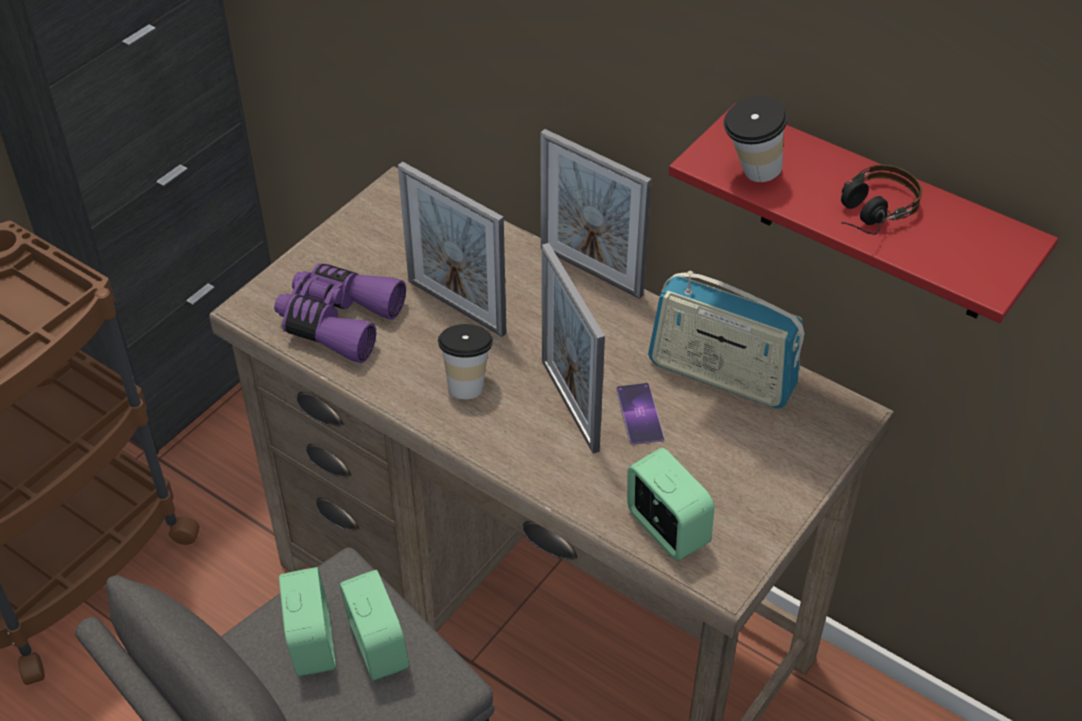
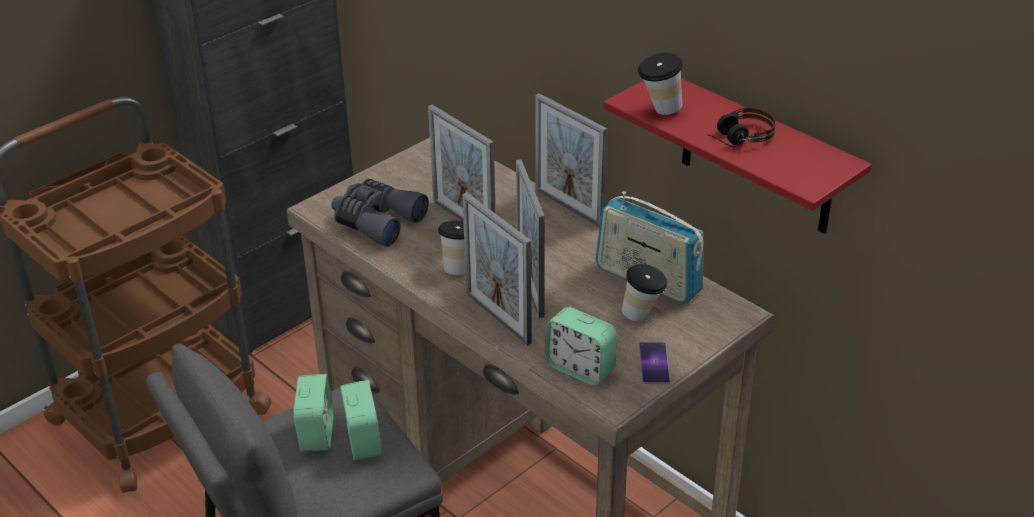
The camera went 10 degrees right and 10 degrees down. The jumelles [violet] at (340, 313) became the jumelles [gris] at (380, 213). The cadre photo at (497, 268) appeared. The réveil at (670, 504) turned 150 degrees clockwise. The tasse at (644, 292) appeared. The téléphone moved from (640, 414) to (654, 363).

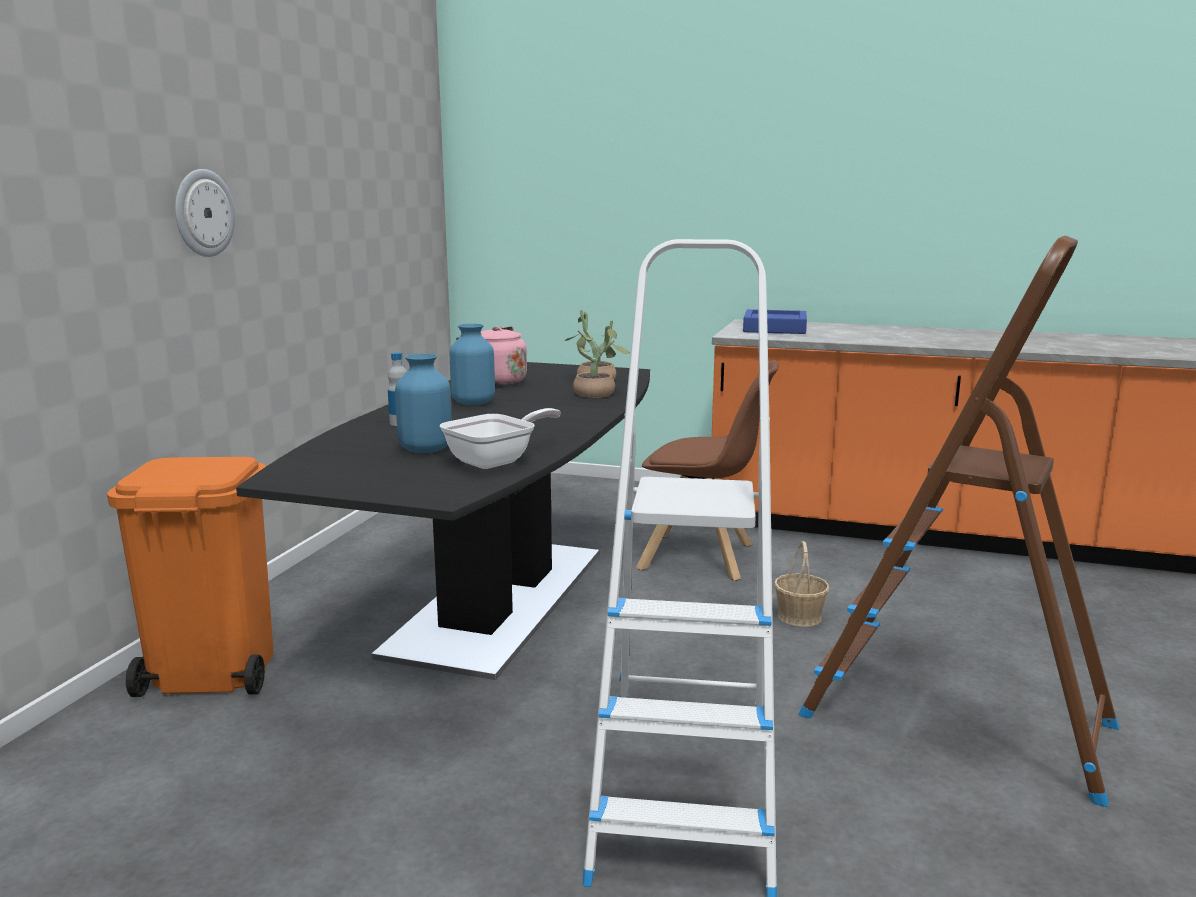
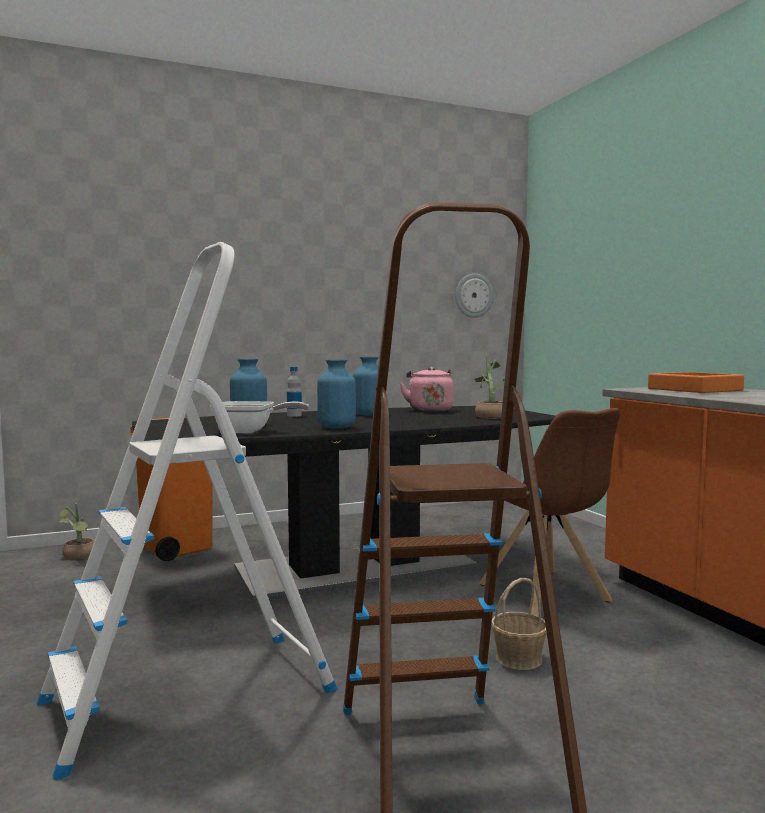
The camera went 50 degrees right and 10 degrees down. The plante en pot moved from (601, 359) to (76, 531). The vase [bleu] at (336, 394) appeared. The horloge murale moved from (205, 213) to (474, 295). The plateau [bleu] at (775, 321) became the plateau [orange] at (696, 382).

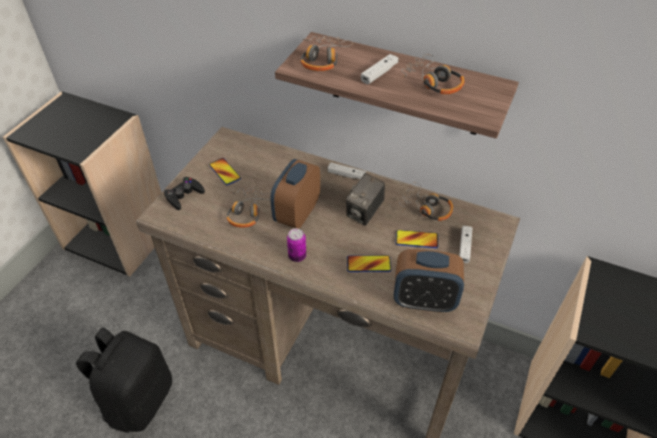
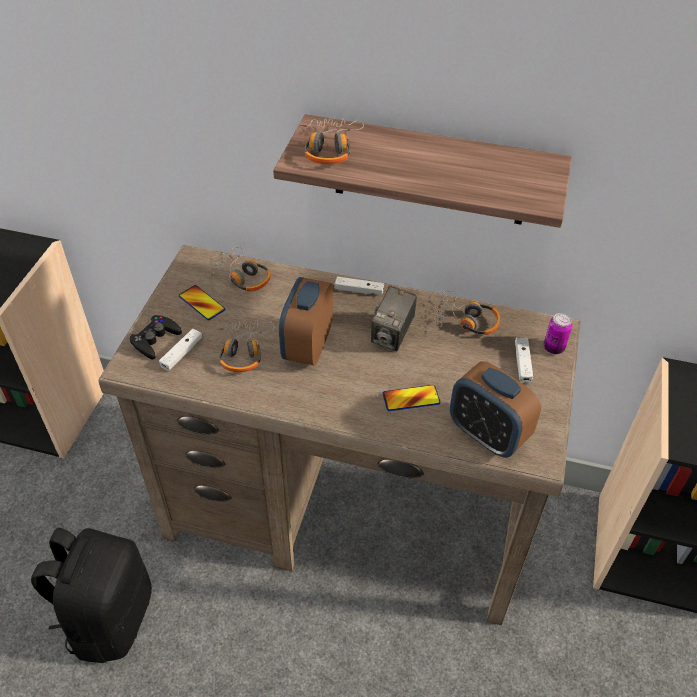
The camera went 10 degrees left and 0 degrees up. The manette [blanc] moved from (380, 69) to (181, 350). The casque audio moved from (433, 74) to (240, 269). The réveil at (429, 281) turned 45 degrees clockwise. The boîte métallique moved from (296, 245) to (558, 333). The téléphone at (417, 239) disappeared.

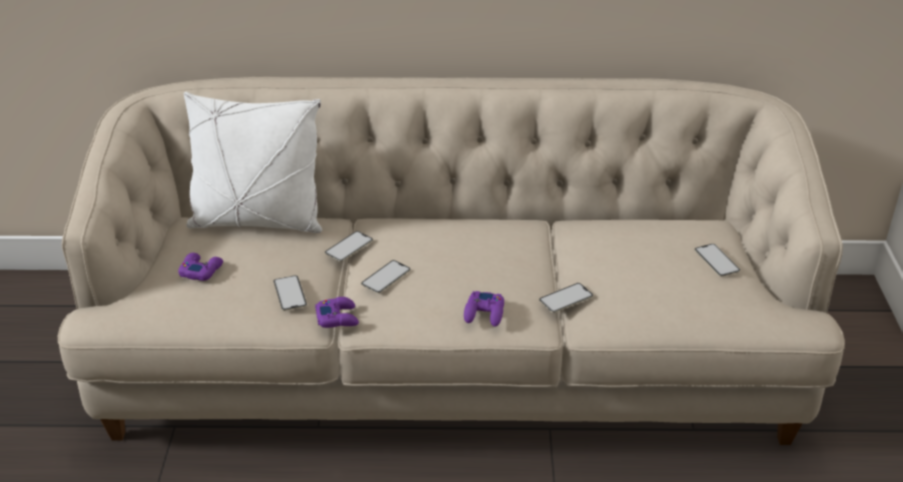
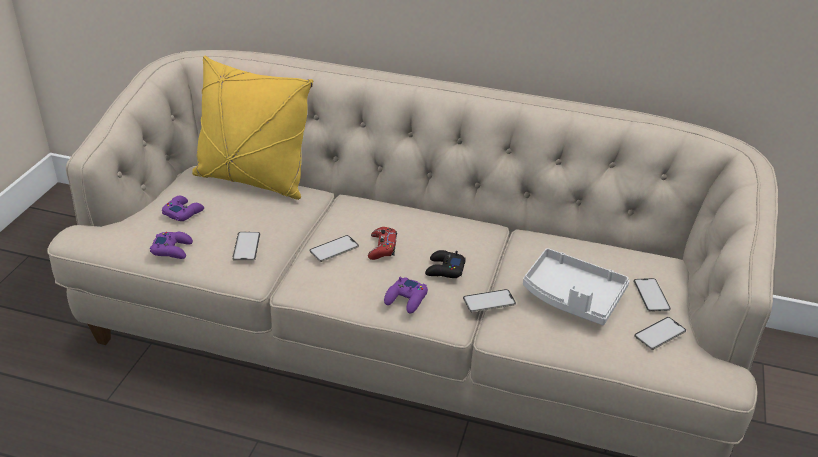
The camera went 15 degrees right and 0 degrees up. The manette [violet] moved from (337, 312) to (171, 245). The coussin [blanc] at (253, 162) became the coussin [jaune] at (252, 128). The manette [rouge] at (382, 243) appeared. The manette [noir] at (445, 264) appeared. The plateau [gris] at (576, 286) appeared. The téléphone moved from (349, 246) to (660, 333).

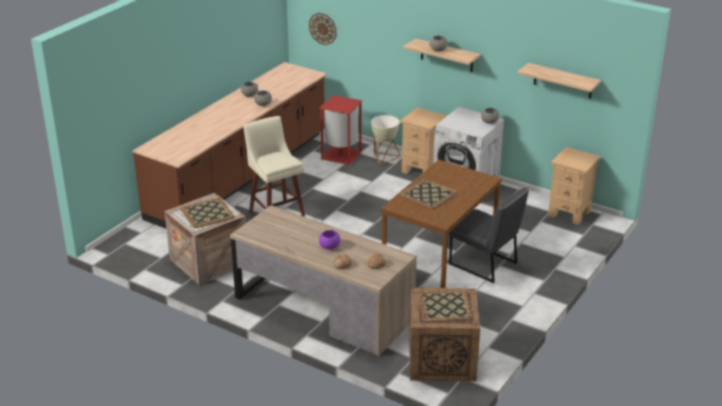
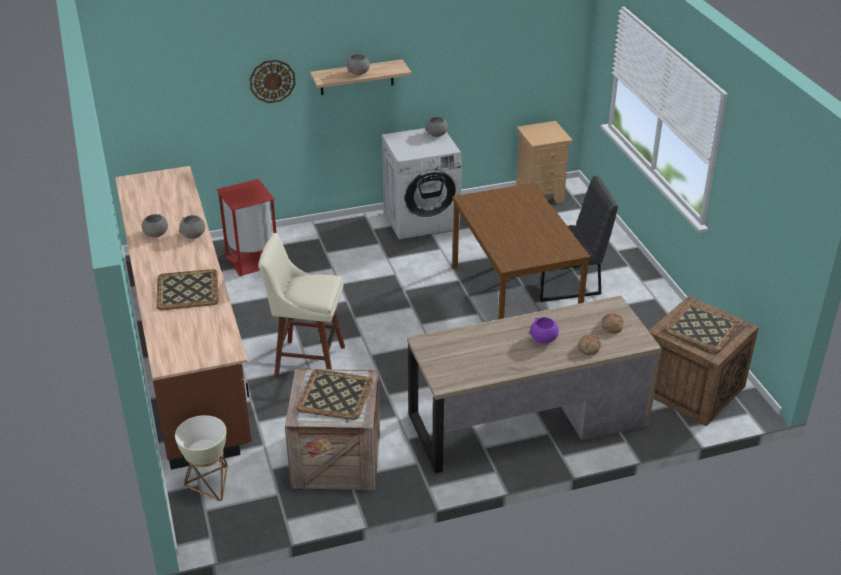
The camera went 50 degrees left and 5 degrees up. The plateau moved from (428, 194) to (187, 289). The cache-pot moved from (386, 140) to (201, 458). The horloge murale moved from (322, 29) to (272, 81). The table de chevet [beige] at (423, 141) disappeared. The étagère at (559, 81) disappeared.

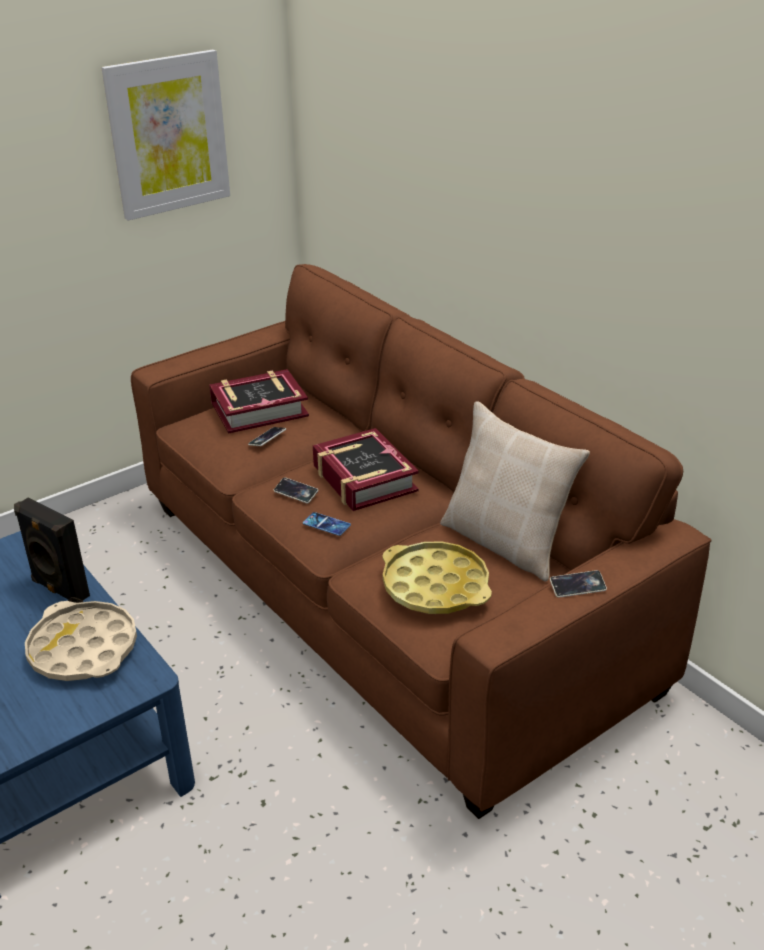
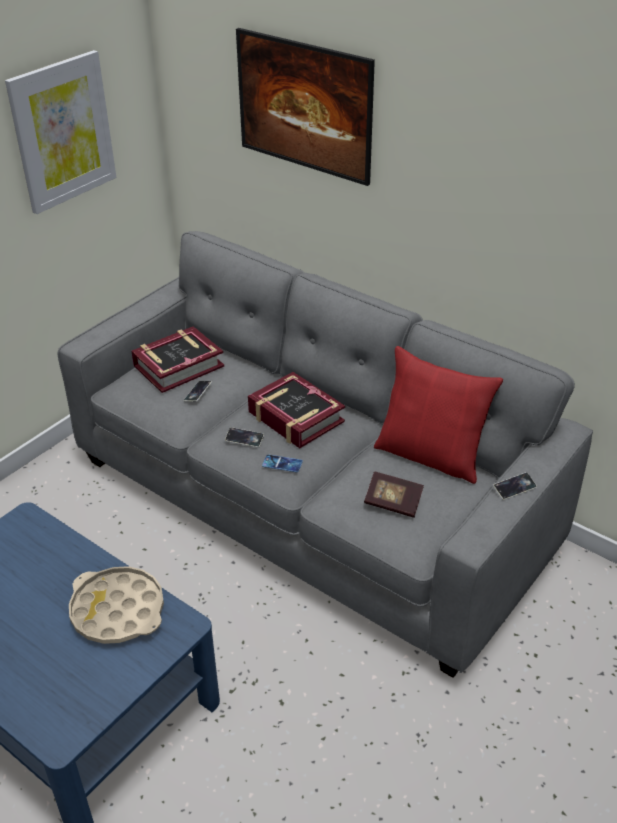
The camera went 15 degrees left and 5 degrees up. The canapé [marron] at (421, 541) became the canapé [gris] at (325, 454). The tableau at (305, 107) appeared. The plateau [jaune] at (437, 578) was replaced by the livre at (394, 494). The coussin [beige] at (515, 491) became the coussin [rouge] at (438, 415). The enceinte [noir] at (52, 550) disappeared.

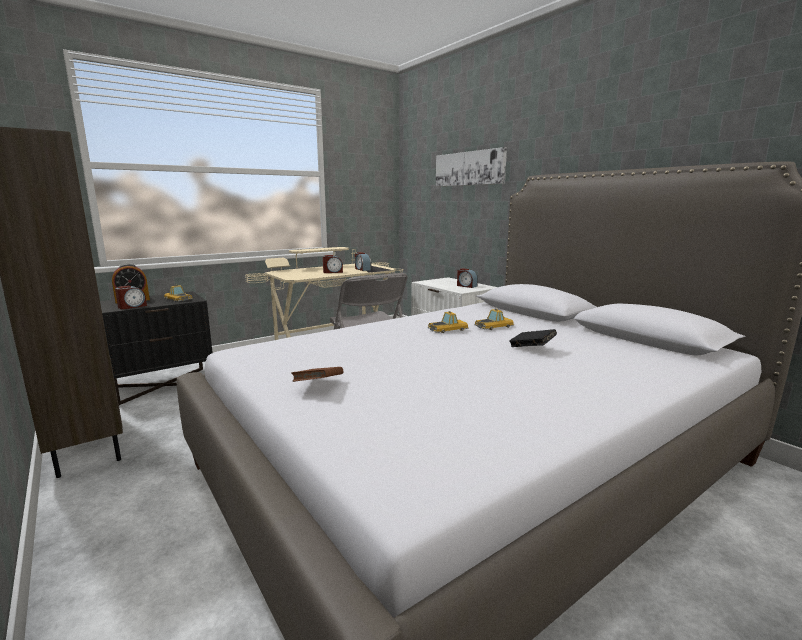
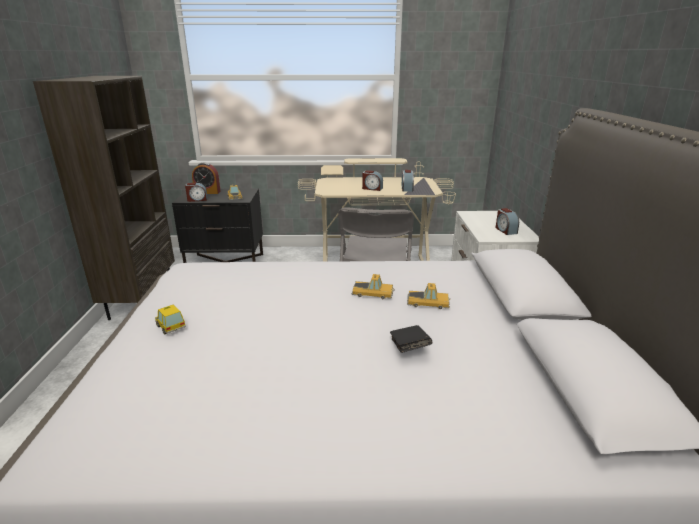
The camera went 35 degrees right and 10 degrees up. The livre [marron] at (317, 374) was replaced by the petite voiture at (170, 319). The tableau at (471, 166) disappeared.

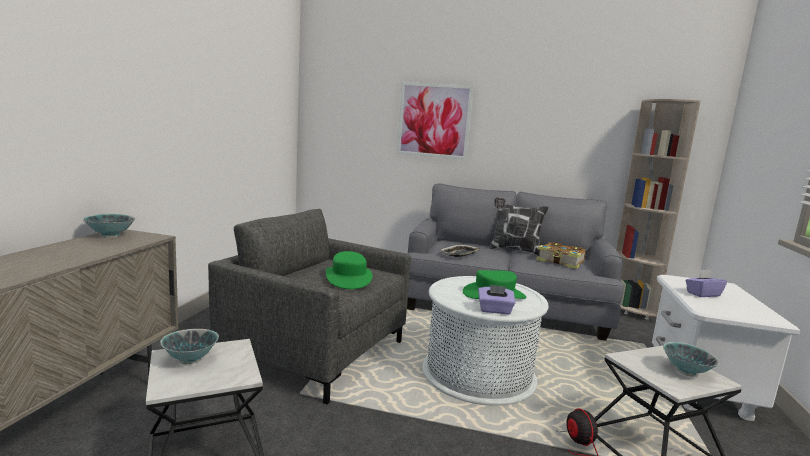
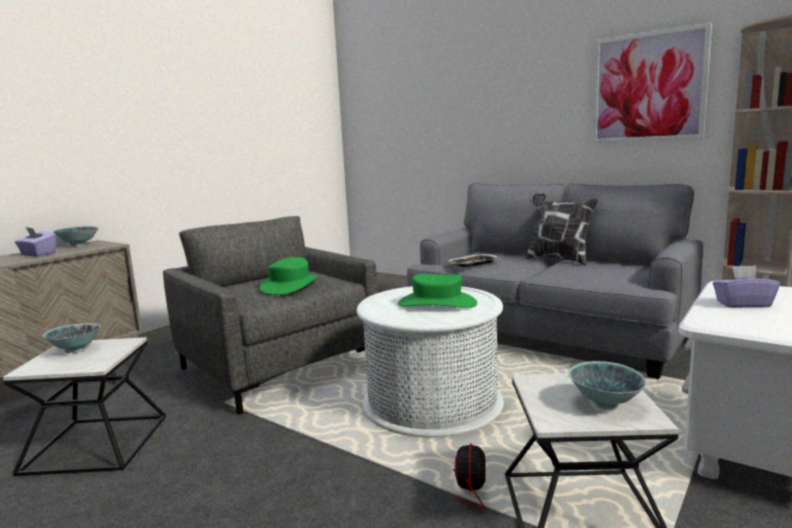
The camera went 25 degrees right and 0 degrees up. The boîte à mouchoirs [violet] moved from (496, 299) to (35, 241). The tableau moved from (435, 121) to (652, 83). The livre at (561, 255) disappeared.

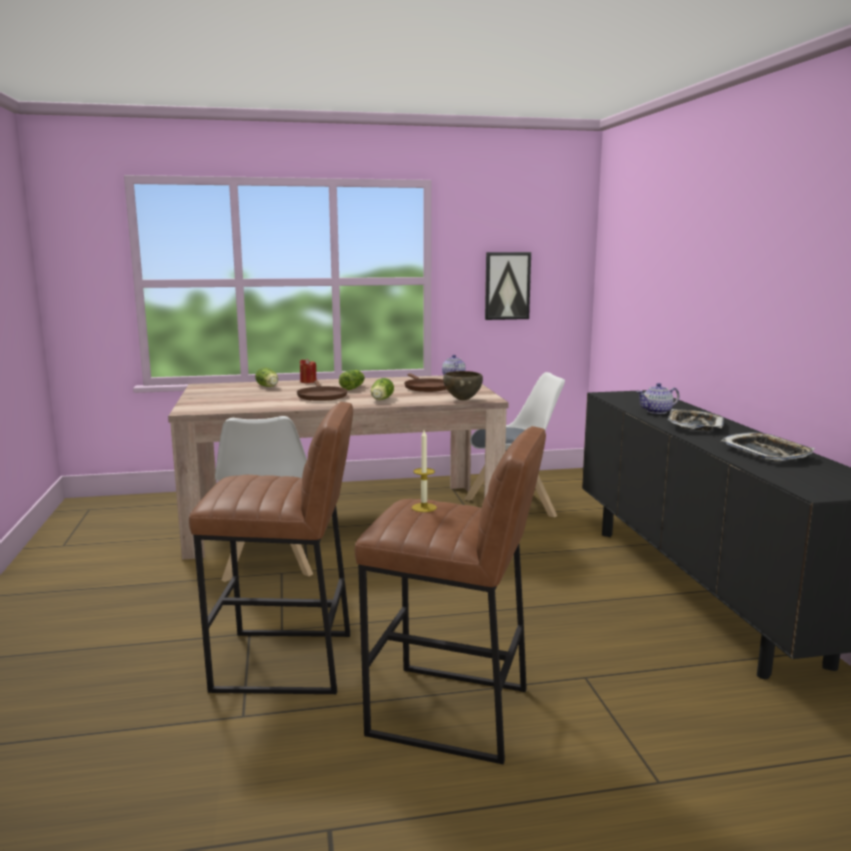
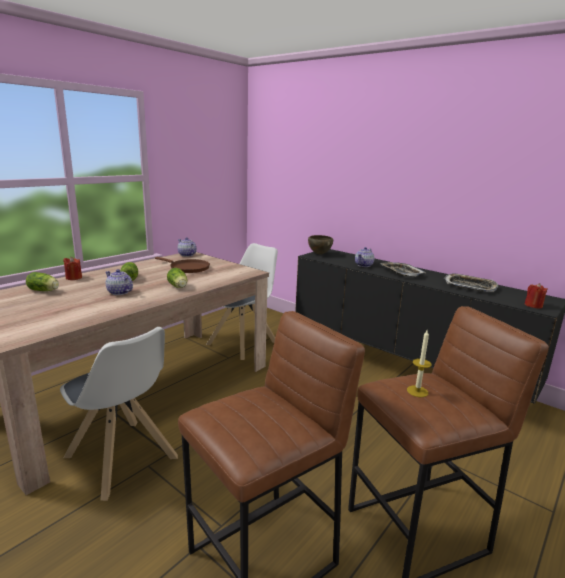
The camera went 40 degrees left and 5 degrees up. The poêle [marron] at (322, 390) was replaced by the théière at (119, 282). The bol [marron] moved from (463, 386) to (320, 245). The bougie [rouge] at (536, 296) appeared. The tableau at (508, 286) disappeared.

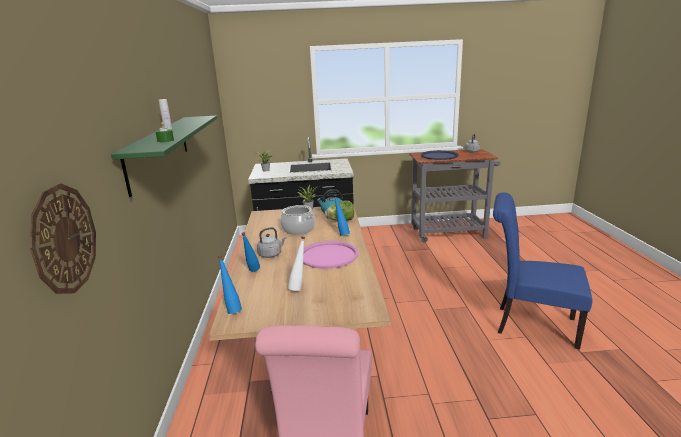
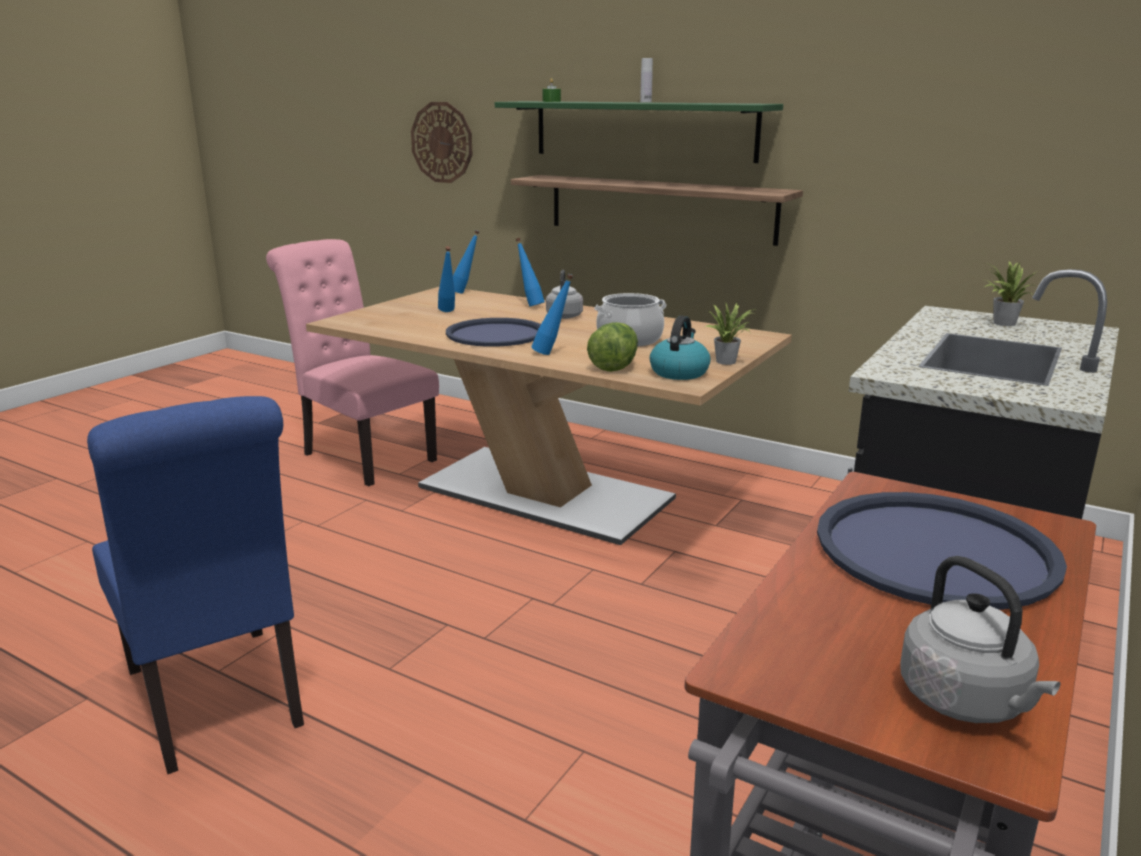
The camera went 125 degrees right and 0 degrees up. The chaise [bleu] at (543, 270) turned 90 degrees clockwise. The bouteille [blanc] at (296, 263) became the bouteille [bleu] at (446, 279). The plateau [rose] at (330, 255) became the plateau [bleu] at (493, 332). The étagère at (657, 210) appeared.

